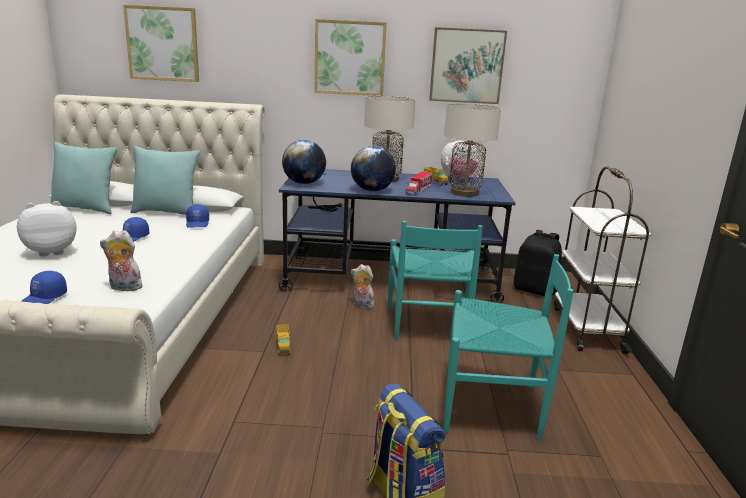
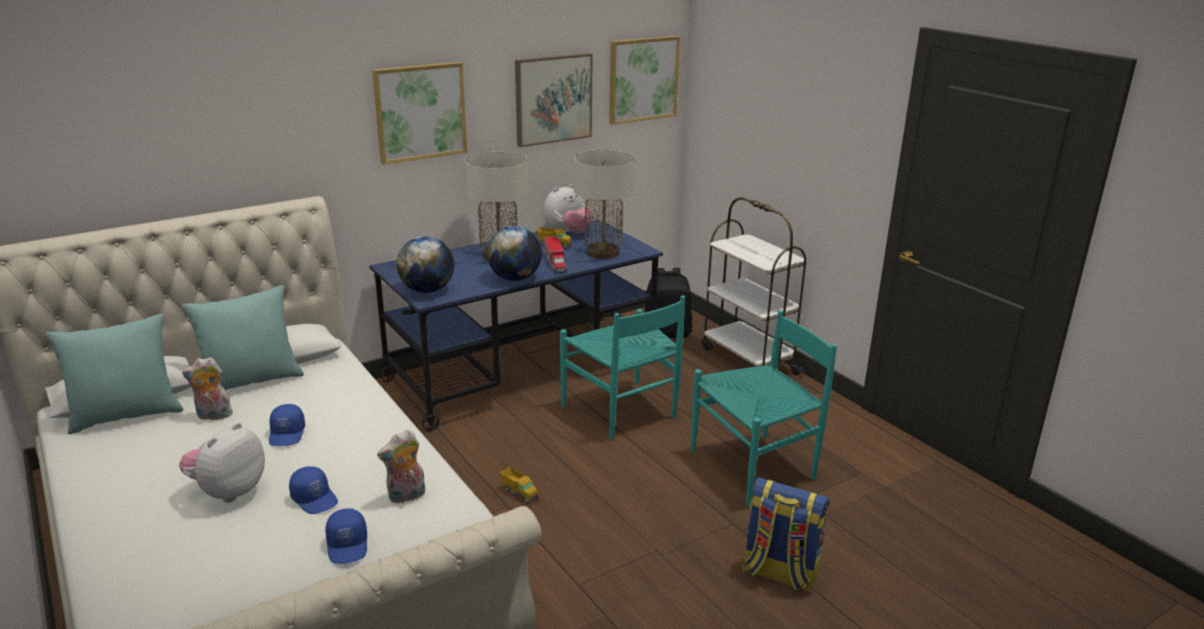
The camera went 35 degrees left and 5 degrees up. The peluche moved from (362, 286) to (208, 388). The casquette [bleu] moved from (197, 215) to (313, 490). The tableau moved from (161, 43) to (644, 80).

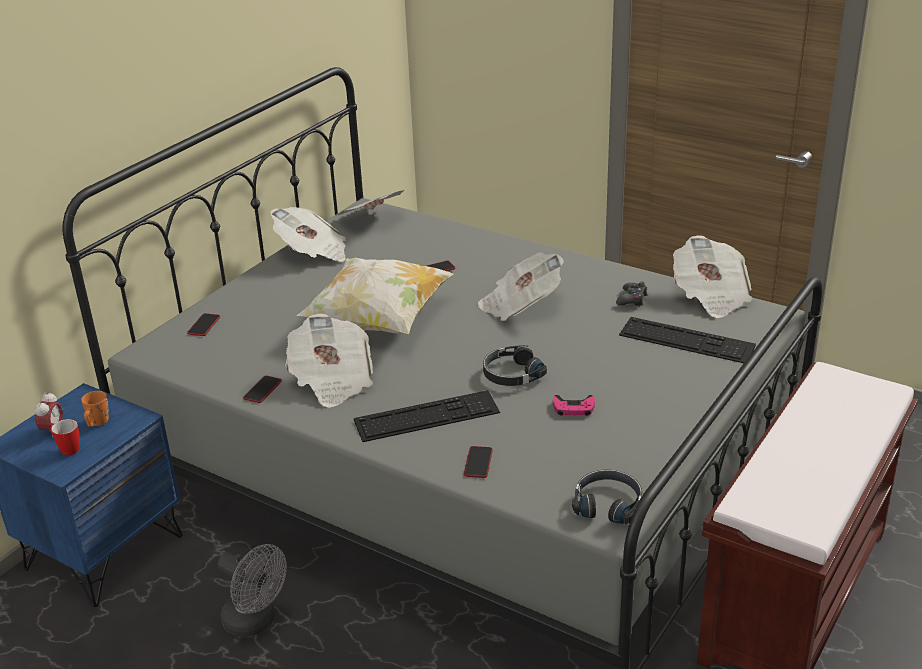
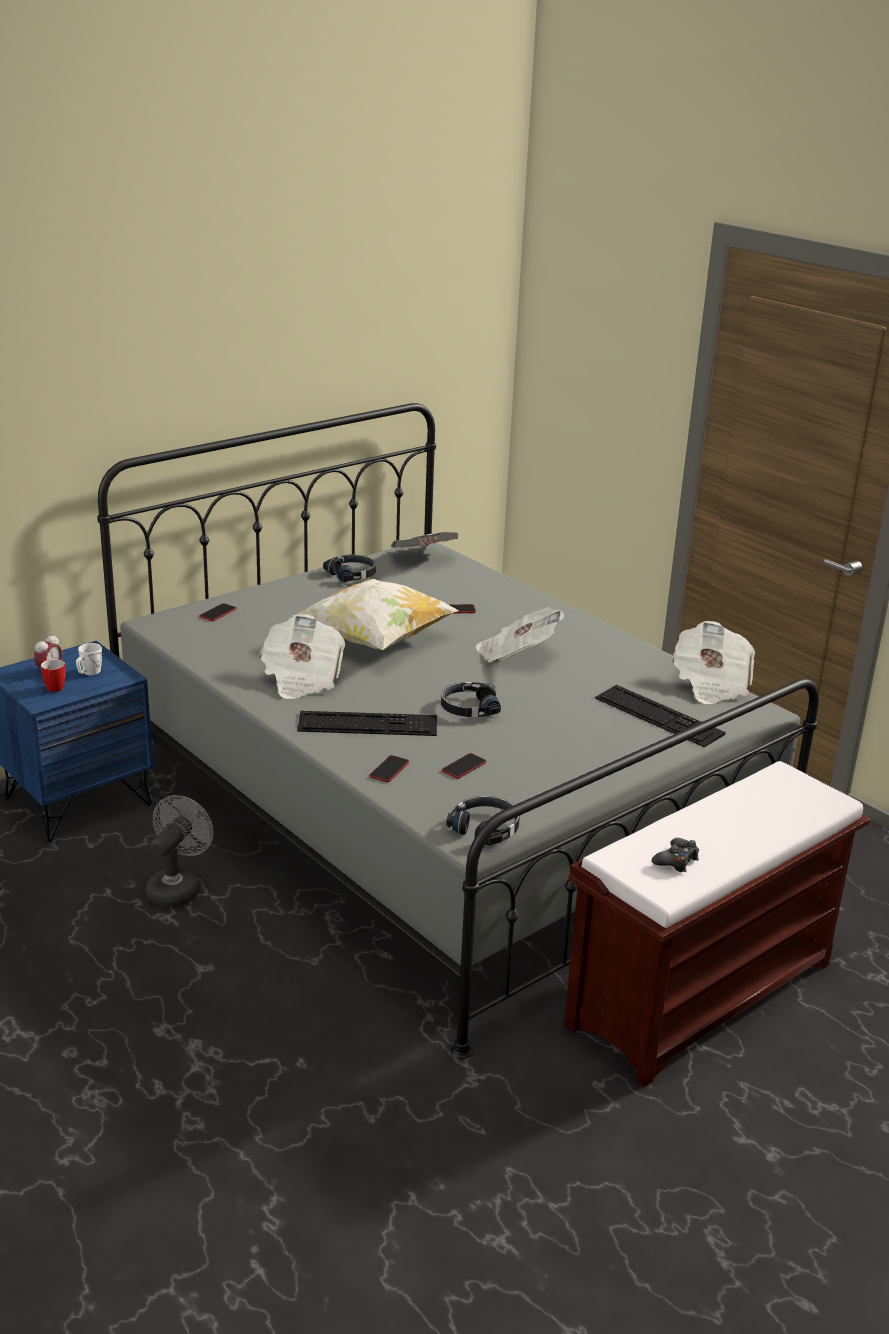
The camera went 15 degrees right and 5 degrees down. The mug [orange] at (95, 409) became the mug [blanc] at (89, 659). The ventilateur [gris] at (252, 590) turned 120 degrees counterclockwise. The journal at (308, 234) was replaced by the casque audio [noir] at (349, 568). The téléphone moved from (262, 389) to (464, 766). The manette [noir] moved from (632, 293) to (675, 855). The manette [rose] at (574, 405) disappeared.

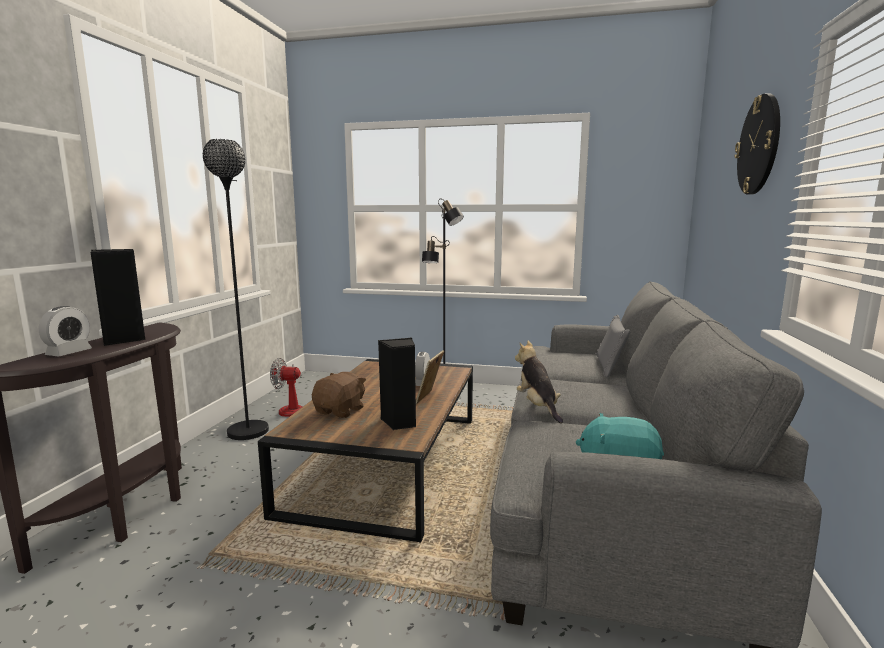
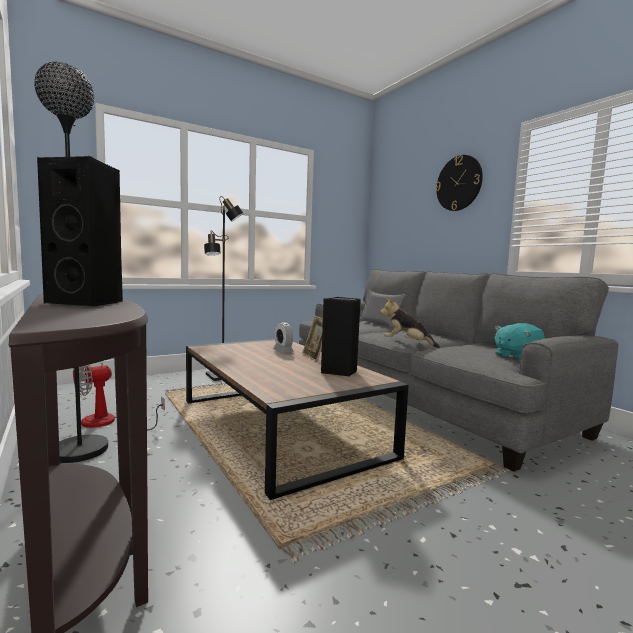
The camera went 45 degrees left and 5 degrees down. The réveil at (65, 331) disappeared. The peluche [marron] at (339, 395) disappeared.

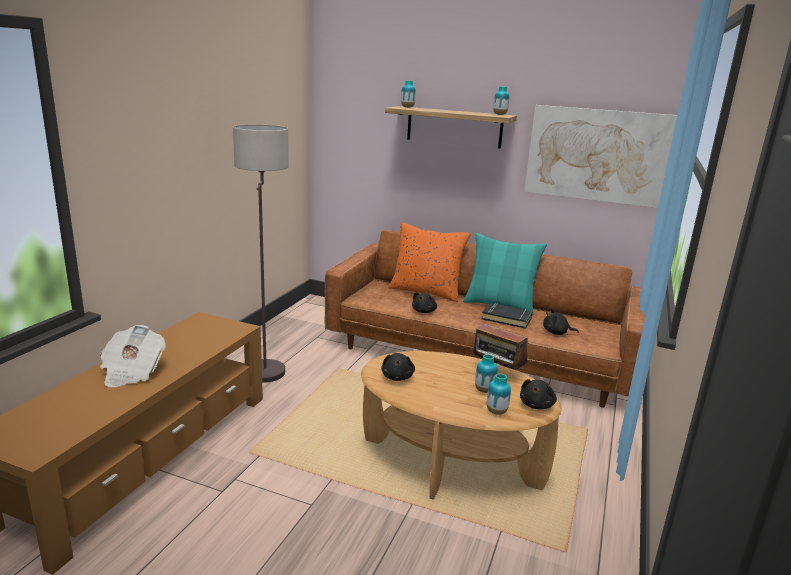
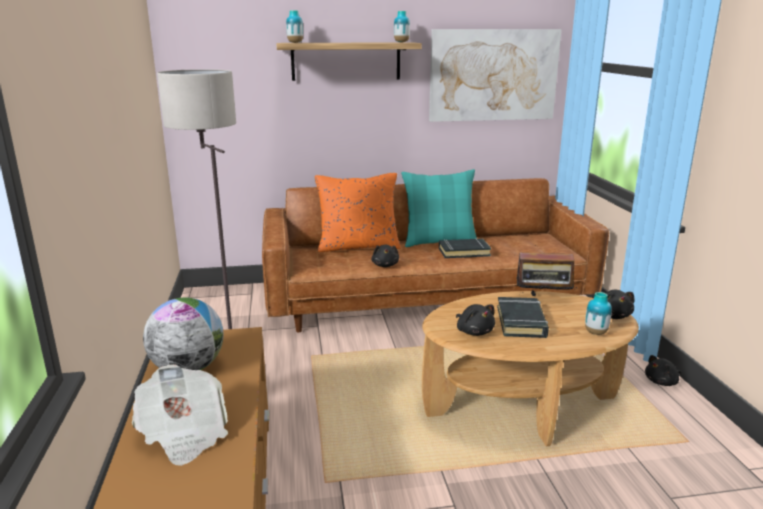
The camera went 30 degrees left and 0 degrees up. The globe at (183, 334) appeared. The livre [noir] at (523, 317) appeared. The peluche [noir] moved from (561, 321) to (663, 370). The vase at (486, 373) disappeared.

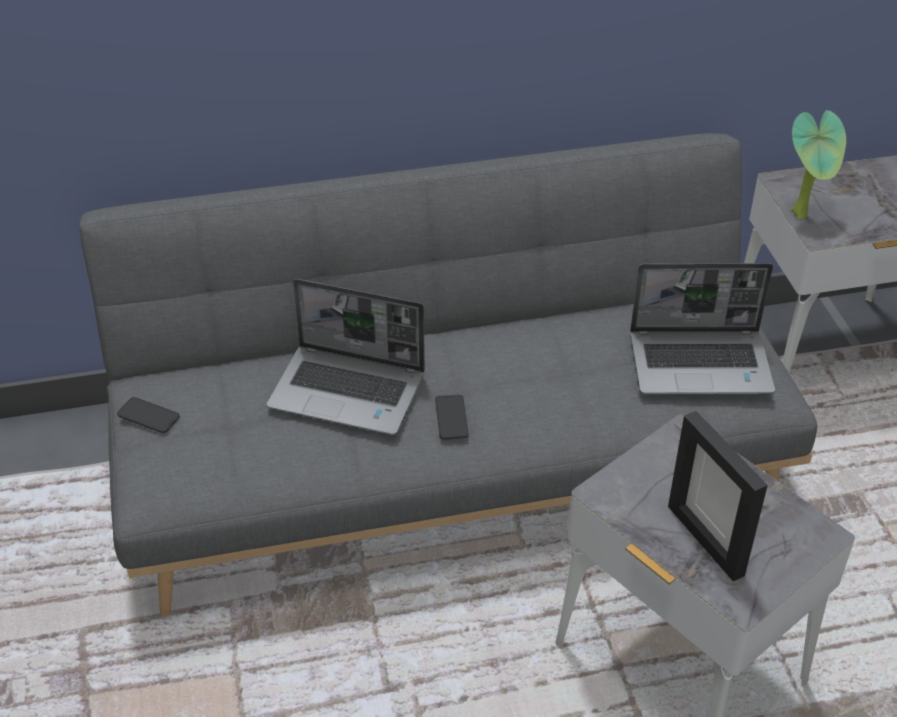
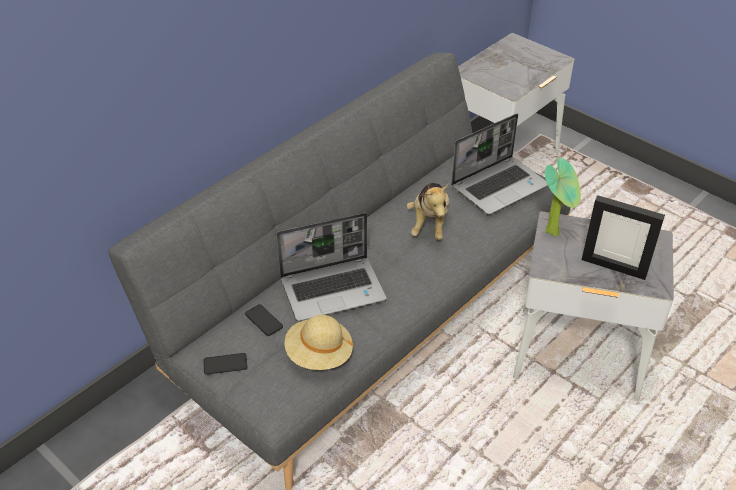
The camera went 35 degrees left and 0 degrees up. The téléphone moved from (452, 417) to (264, 320). The chapeau [beige] at (319, 342) appeared. The peluche at (428, 211) appeared. The plante en pot moved from (819, 164) to (563, 197).

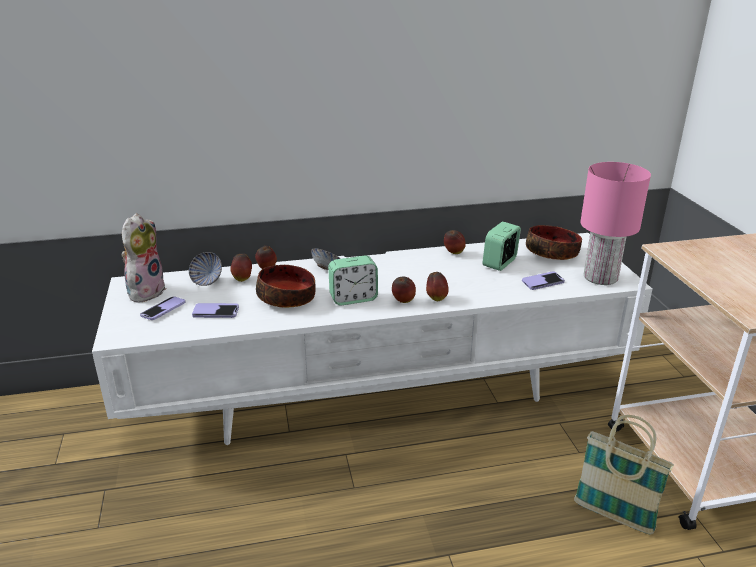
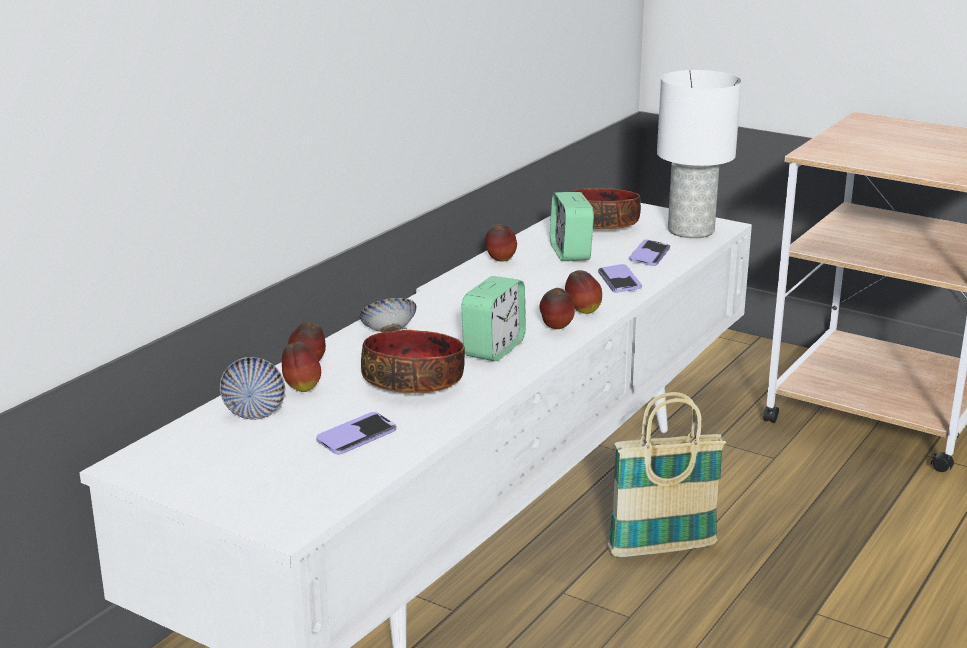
The camera went 45 degrees left and 5 degrees down. The téléphone moved from (162, 308) to (620, 278). The panier moved from (624, 474) to (667, 474). The lampe de table [rose] at (615, 223) became the lampe de table [blanc] at (699, 154). The peluche at (143, 258) disappeared.

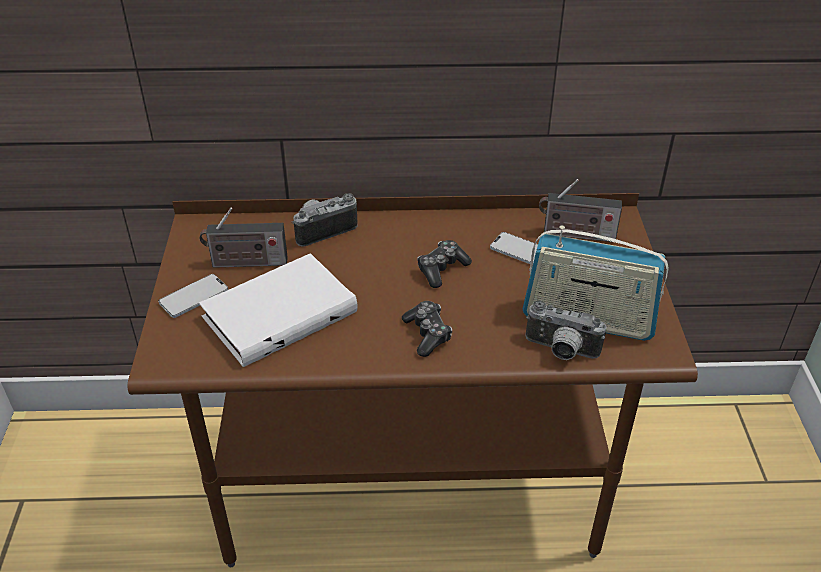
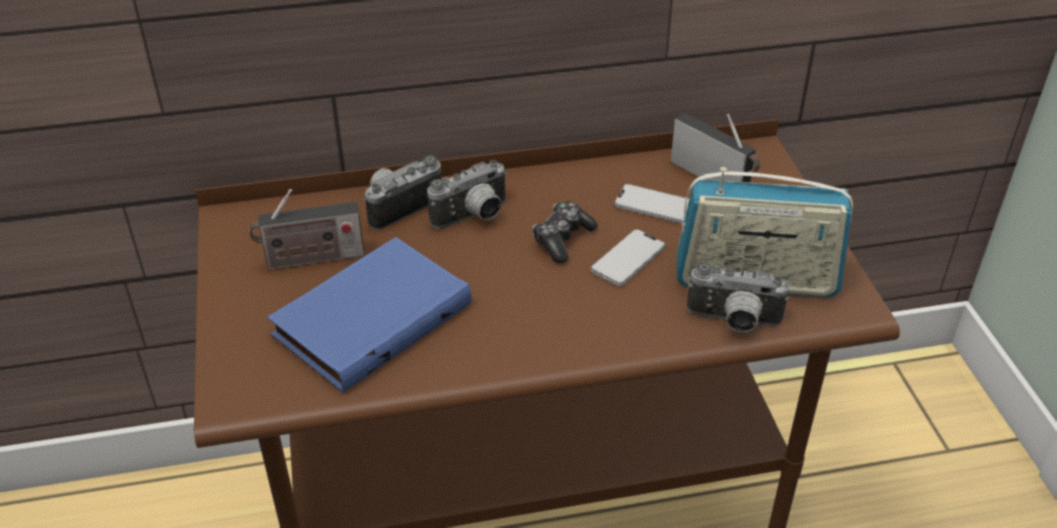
The camera went 10 degrees left and 0 degrees up. The livre [blanc] at (278, 310) became the livre [bleu] at (369, 315). The appareil photo at (467, 194) appeared. The téléphone moved from (193, 296) to (628, 257). The radio at (580, 210) turned 135 degrees counterclockwise. The manette at (427, 329) disappeared.

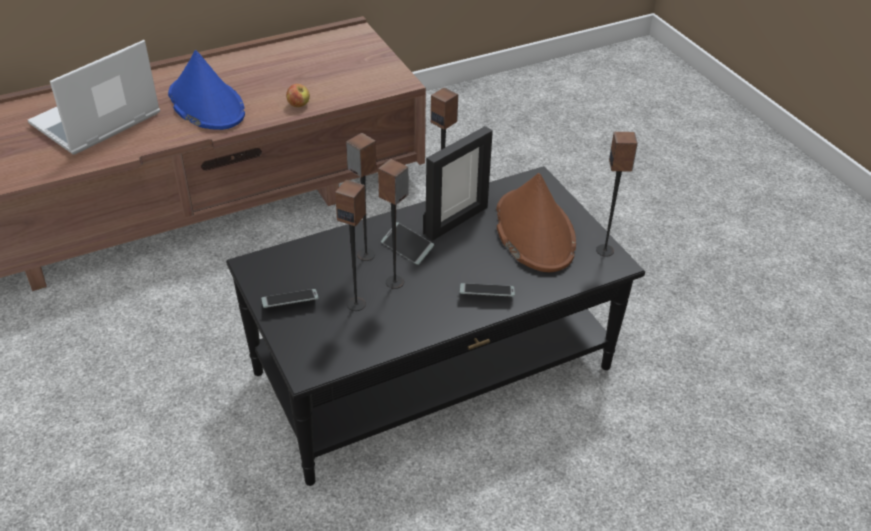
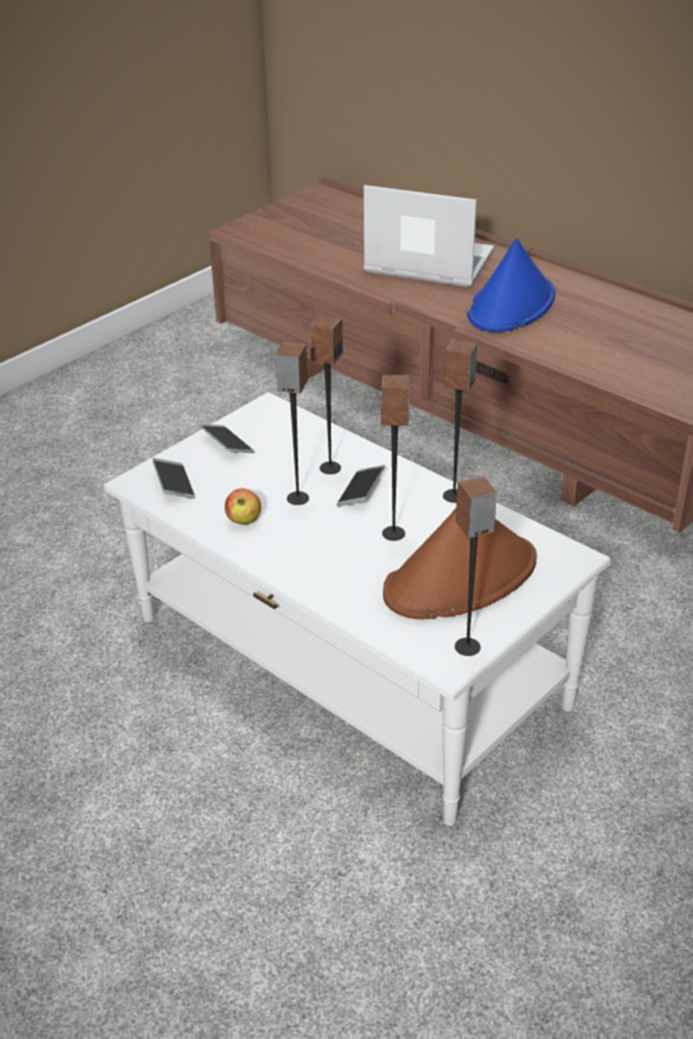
The camera went 70 degrees right and 5 degrees down. The table basse [noir] at (435, 326) became the table basse [blanc] at (357, 609). The téléphone moved from (487, 290) to (173, 478). The pomme moved from (298, 95) to (243, 506). The enceinte moved from (350, 245) to (395, 458). The cadre photo at (458, 183) disappeared.

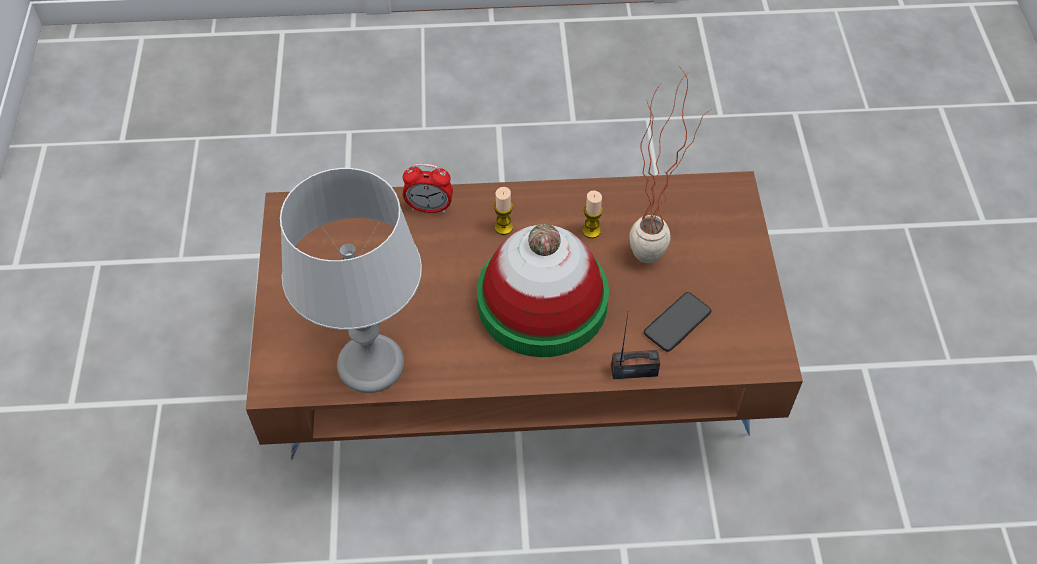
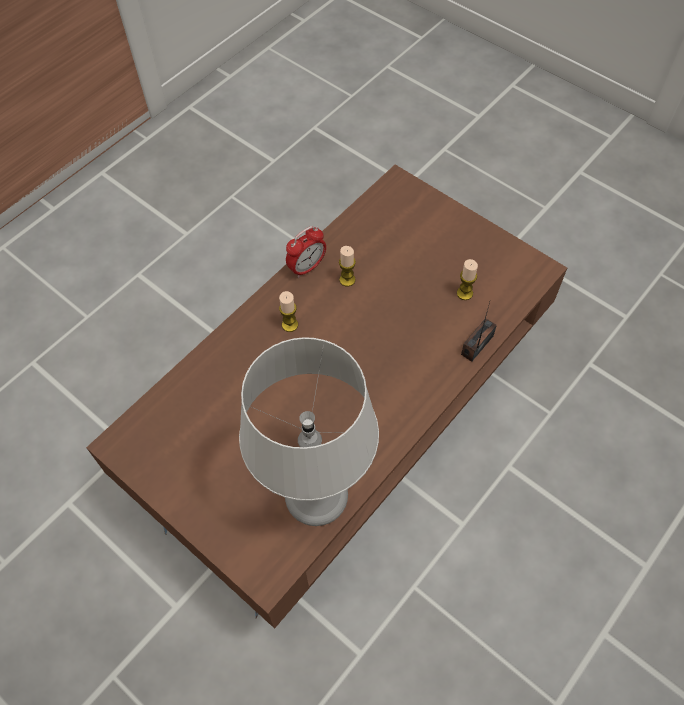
The camera went 45 degrees left and 5 degrees up. The réveil moved from (428, 188) to (306, 252). The téléphone at (677, 322) was replaced by the bougie at (467, 279). The chapeau at (543, 290) disappeared. The plante en pot at (670, 164) disappeared.

